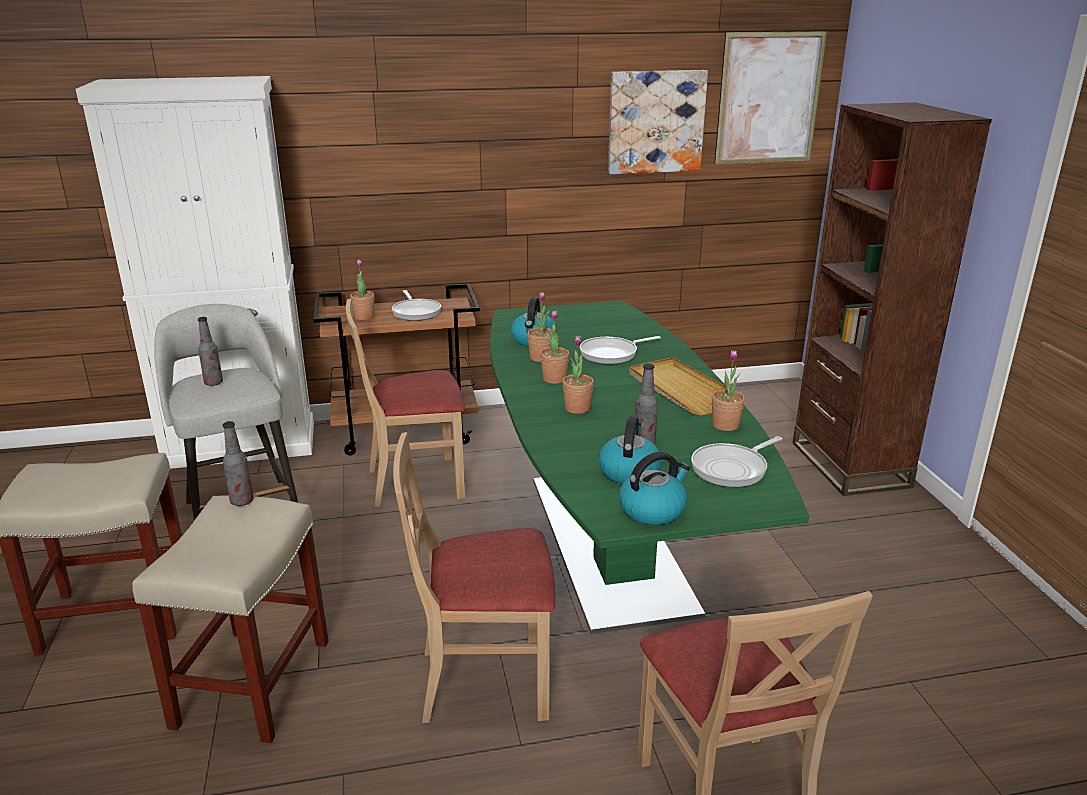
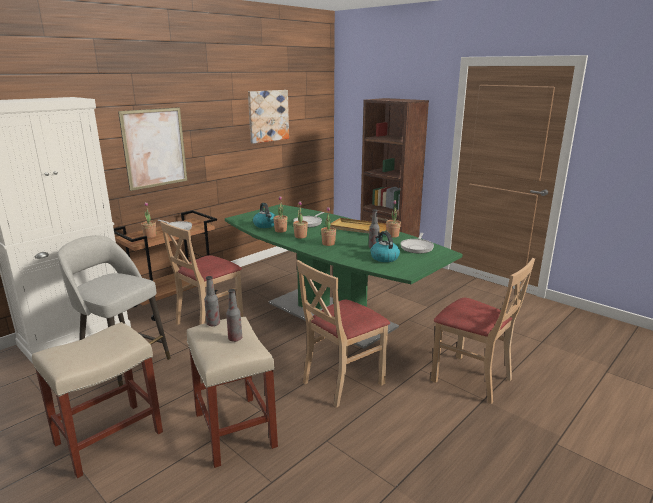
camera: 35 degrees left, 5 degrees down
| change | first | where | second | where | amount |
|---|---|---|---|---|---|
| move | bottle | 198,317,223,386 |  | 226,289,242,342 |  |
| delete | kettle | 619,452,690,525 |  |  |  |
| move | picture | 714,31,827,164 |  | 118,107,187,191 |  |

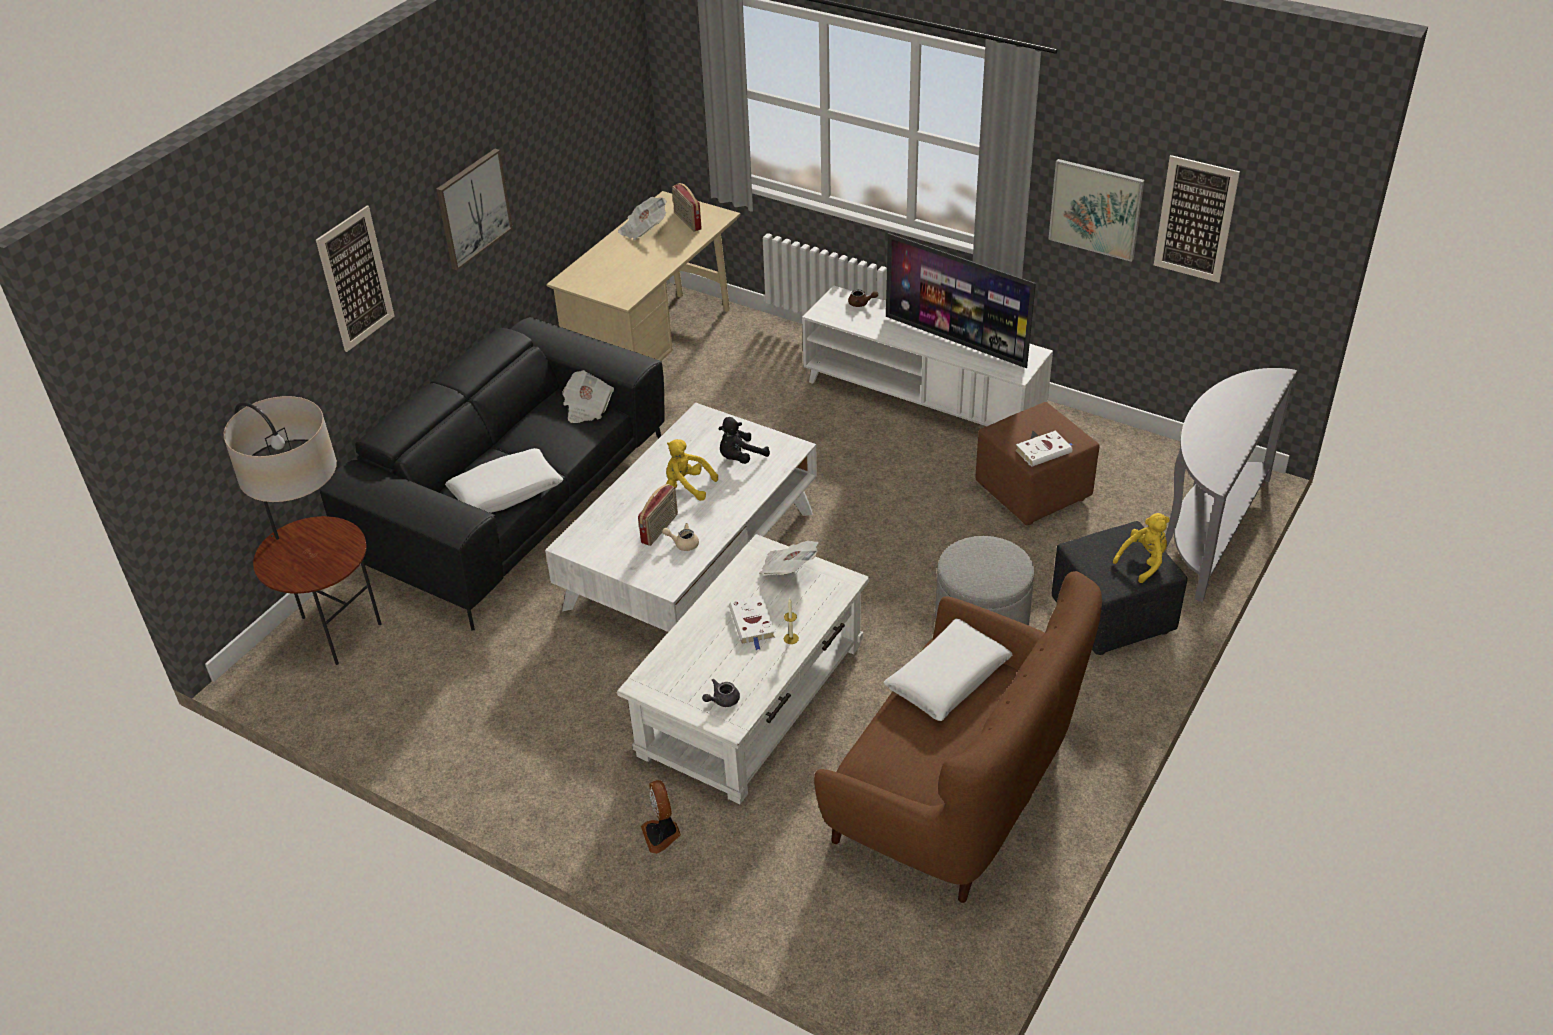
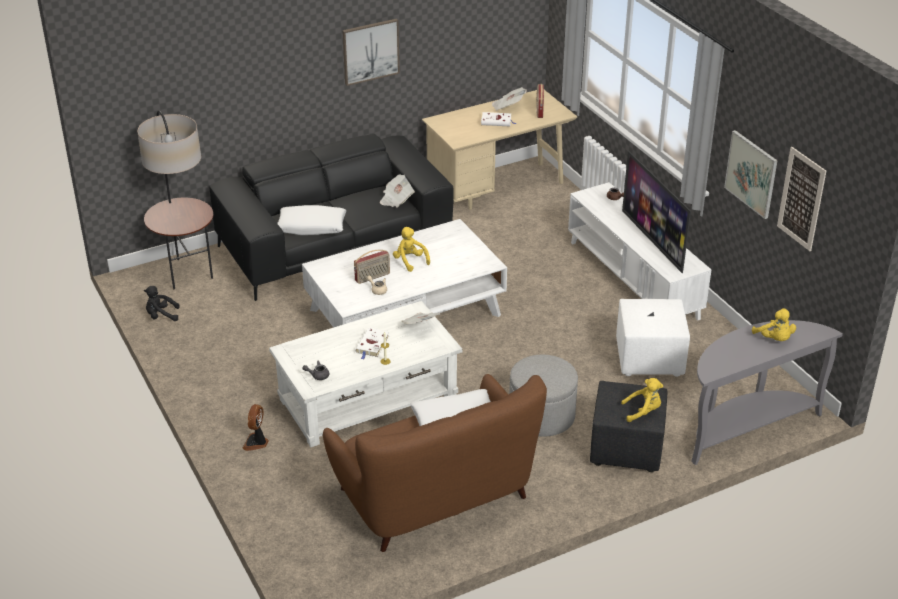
camera: 30 degrees right, 5 degrees down
| change | first | where | second | where | amount |
|---|---|---|---|---|---|
| delete | picture | 316,205,395,352 |  |  |  |
| move | plush toy (black) | 718,417,770,464 |  | 144,286,180,321 |  |
| recolor | ottoman (brown) | 976,402,1100,525 | ottoman (white) | 616,299,690,377 |  |
| move | book (white) | 1016,431,1073,467 |  | 481,112,516,126 |  |
| insert |  |  | plush toy (yellow) | 752,308,796,341 |  |

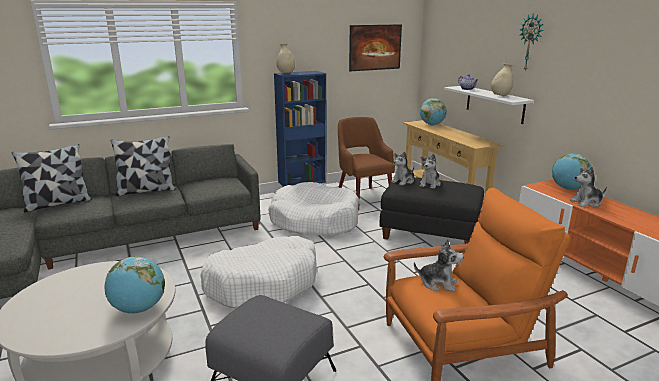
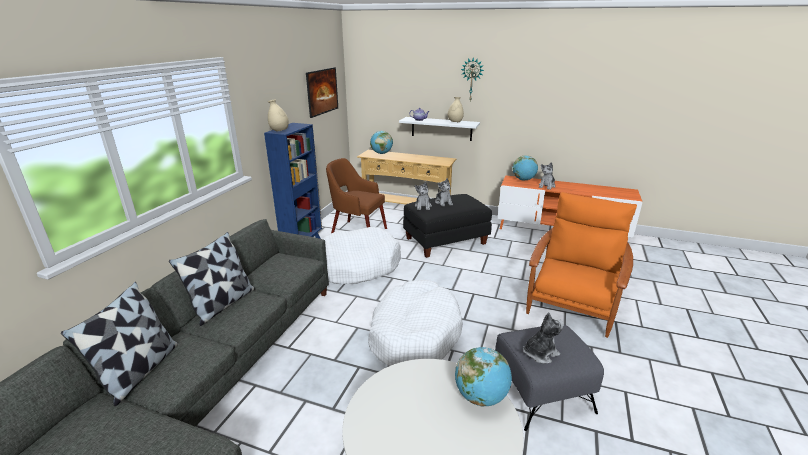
camera: 45 degrees left, 5 degrees up
| change | first | where | second | where | amount |
|---|---|---|---|---|---|
| move | plush toy | 414,239,464,292 |  | 523,312,564,364 |  |

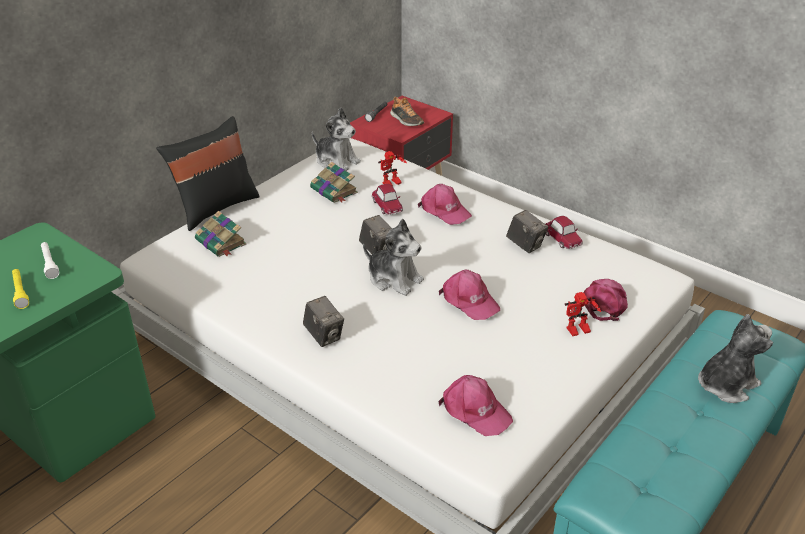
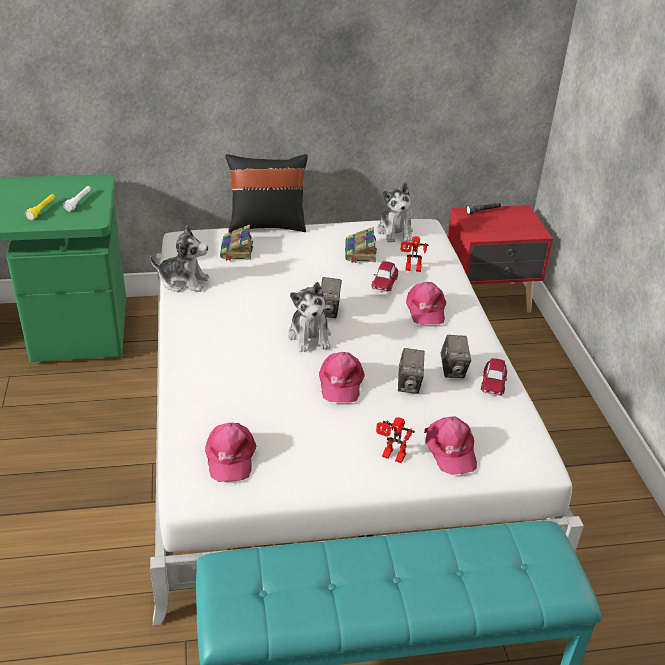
camera: 40 degrees right, 0 degrees up
| change | first | where | second | where | amount |
|---|---|---|---|---|---|
| move | photo camera | 303,296,344,347 |  | 398,348,425,394 |  |
| delete | shoe | 390,97,424,126 |  |  |  |
| rotate | cap (pink) | 583,279,628,321 |  | 424,417,477,475 | 105 degrees clockwise |
| move | plush toy | 698,314,773,403 |  | 150,225,209,292 |  |

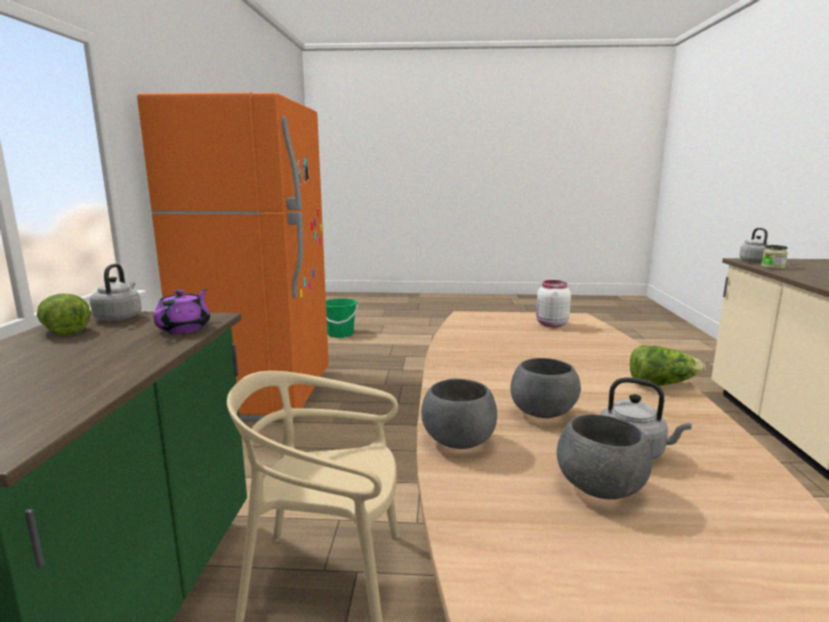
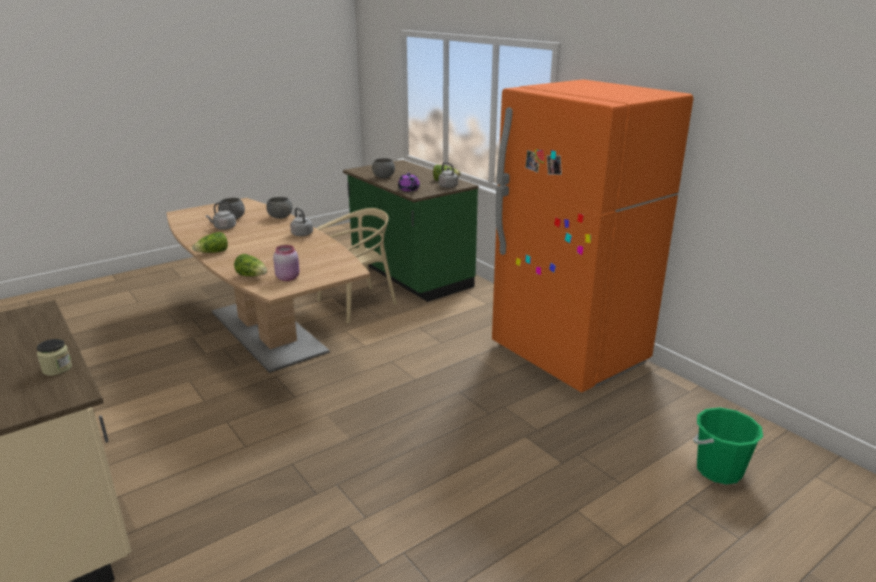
camera: 140 degrees right, 10 degrees up
| change | first | where | second | where | amount |
|---|---|---|---|---|---|
| move | bowl (grey) | 510,358,581,418 |  | 372,158,395,178 |  |
| recolor | jar (white) | 536,280,571,327 | jar (pink) | 273,245,300,281 |  |
| move | kettle (grey) | 739,228,768,263 |  | 290,208,313,236 |  |
| insert |  |  | lettuce | 234,254,267,276 |  |

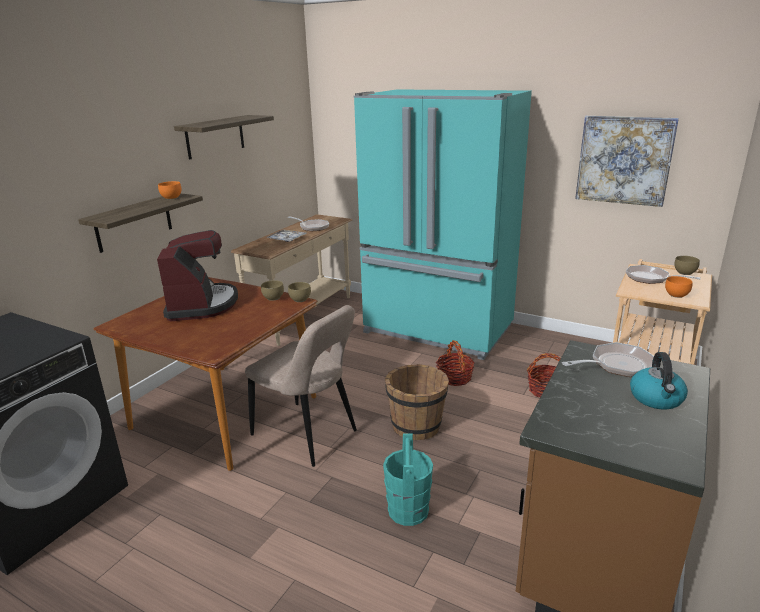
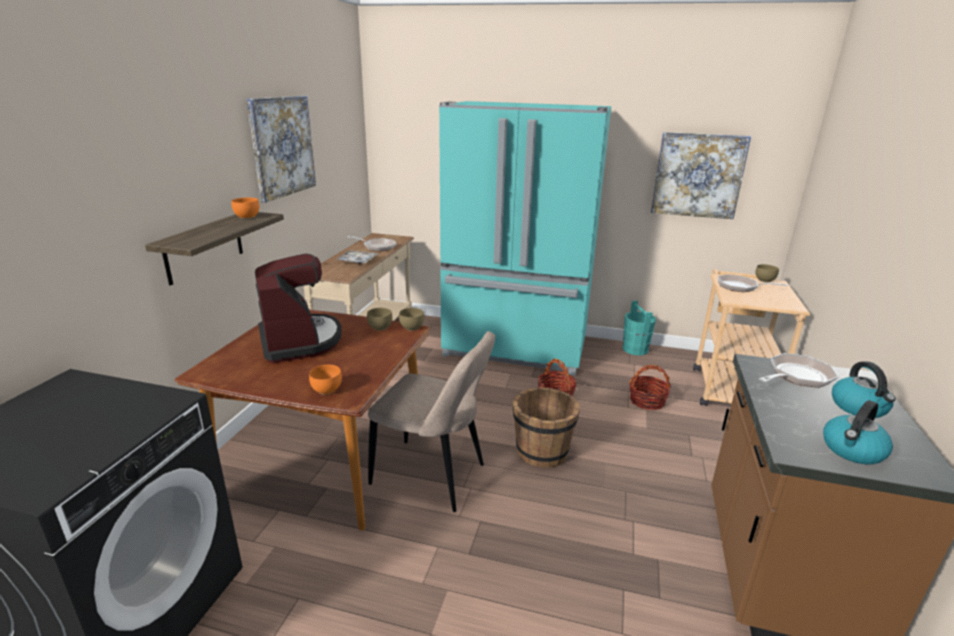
camera: 15 degrees left, 0 degrees up
| change | first | where | second | where | amount |
|---|---|---|---|---|---|
| replace | shelf | 174,115,274,160 | picture | 246,96,316,203 |  |
| move | bucket (turquoise) | 383,433,433,526 |  | 622,301,656,356 |  |
| move | bowl (orange) | 665,276,693,298 |  | 309,365,342,395 |  |
| insert |  |  | kettle | 823,400,893,464 |  |

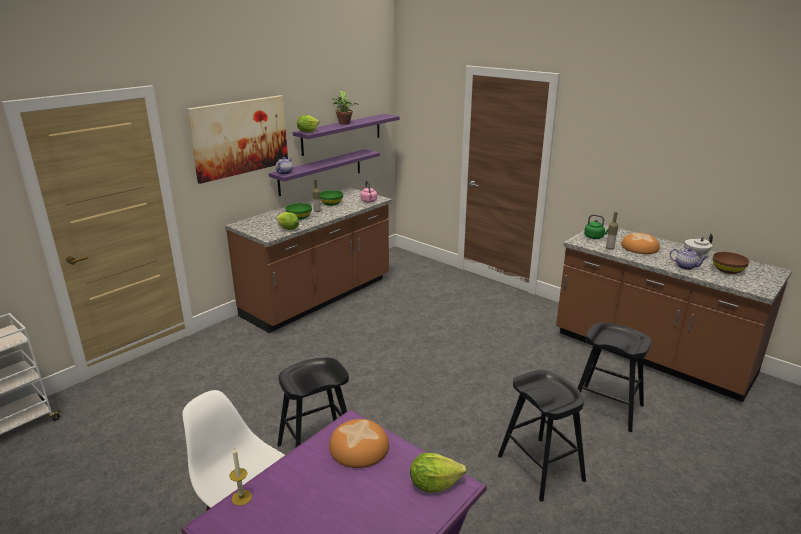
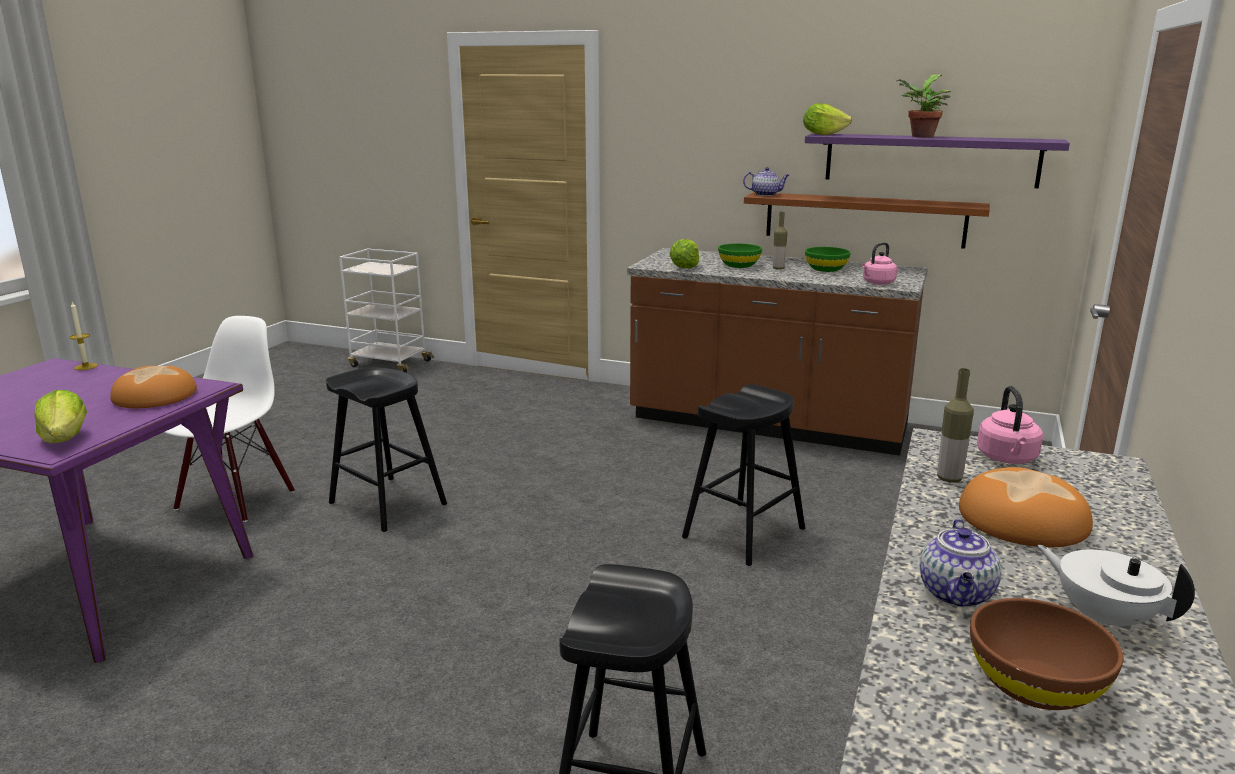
camera: 70 degrees right, 5 degrees down
| change | first | where | second | where | amount |
|---|---|---|---|---|---|
| delete | picture | 187,95,288,184 |  |  |  |
| recolor | shelf (purple) | 269,149,380,196 | shelf (brown) | 744,192,990,249 |  |
| move | stool (black) | 498,370,586,502 |  | 682,384,805,566 |  |
| recolor | kettle (green) | 584,214,609,239 | kettle (pink) | 977,386,1043,464 |  |

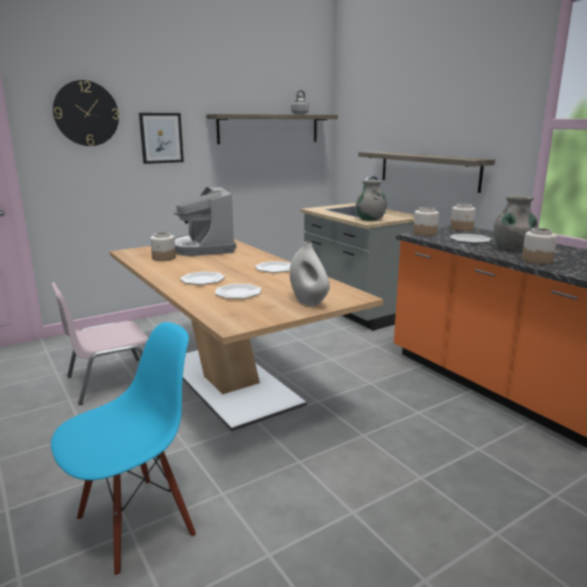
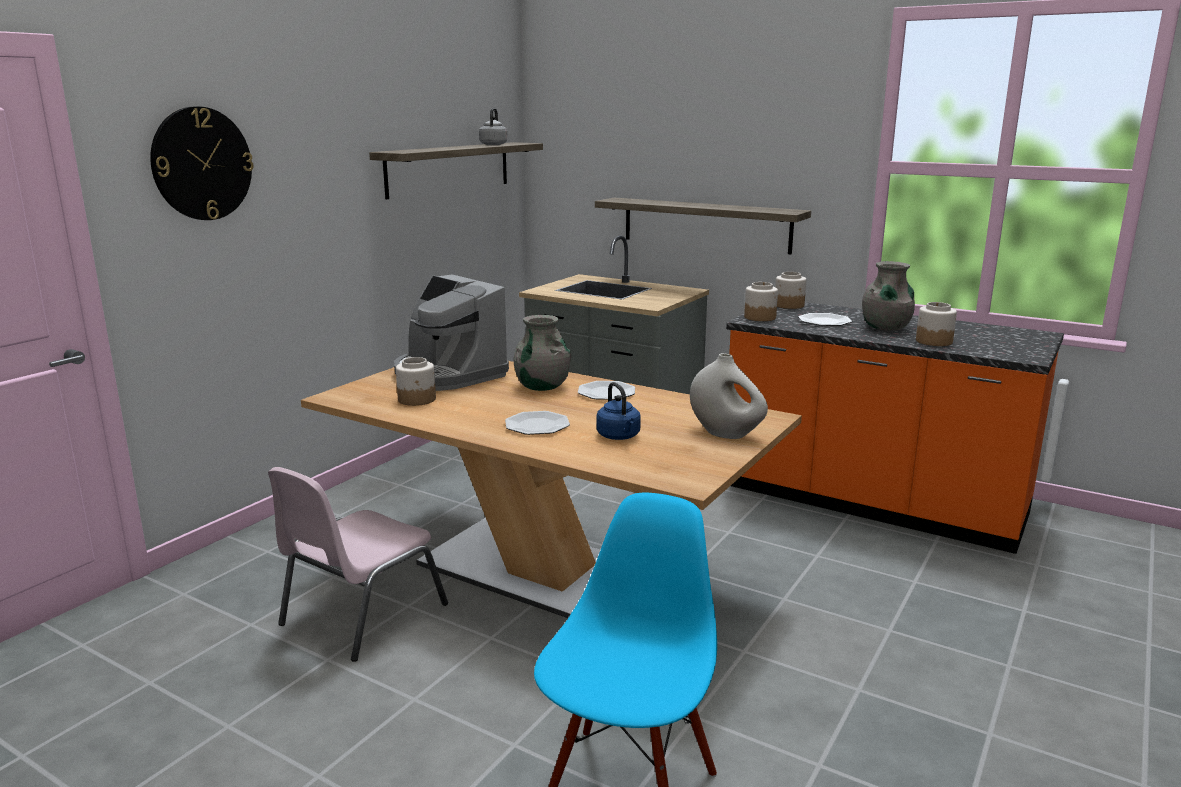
camera: 25 degrees left, 0 degrees up
| change | first | where | second | where | amount |
|---|---|---|---|---|---|
| delete | picture | 139,113,184,164 |  |  |  |
| replace | plate | 215,284,261,299 | kettle (blue) | 596,382,641,440 |  |
| move | vase (grey) | 355,180,387,221 |  | 513,315,571,391 |  |

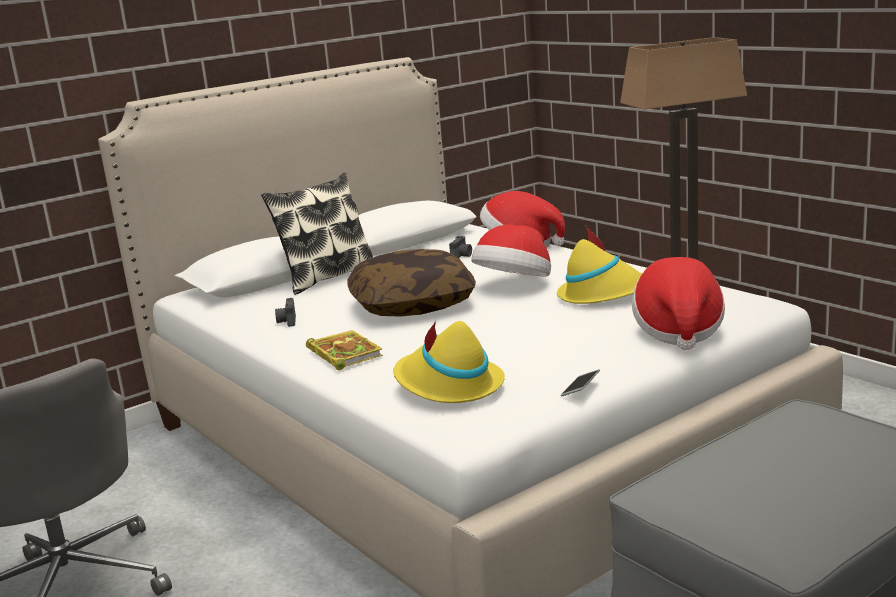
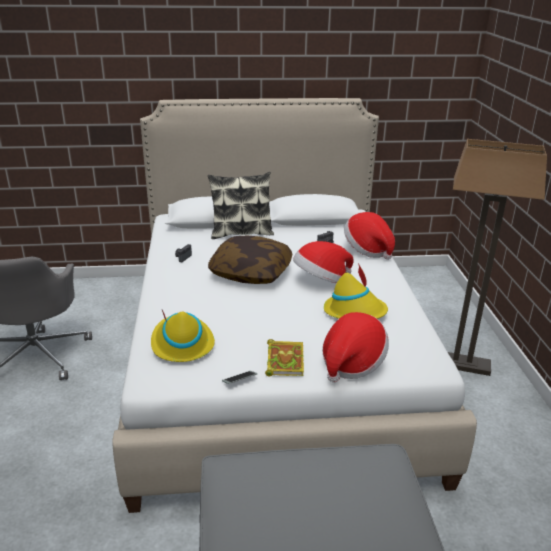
camera: 30 degrees right, 10 degrees up
| change | first | where | second | where | amount |
|---|---|---|---|---|---|
| move | book | 306,330,383,370 |  | 265,339,304,376 |  |

